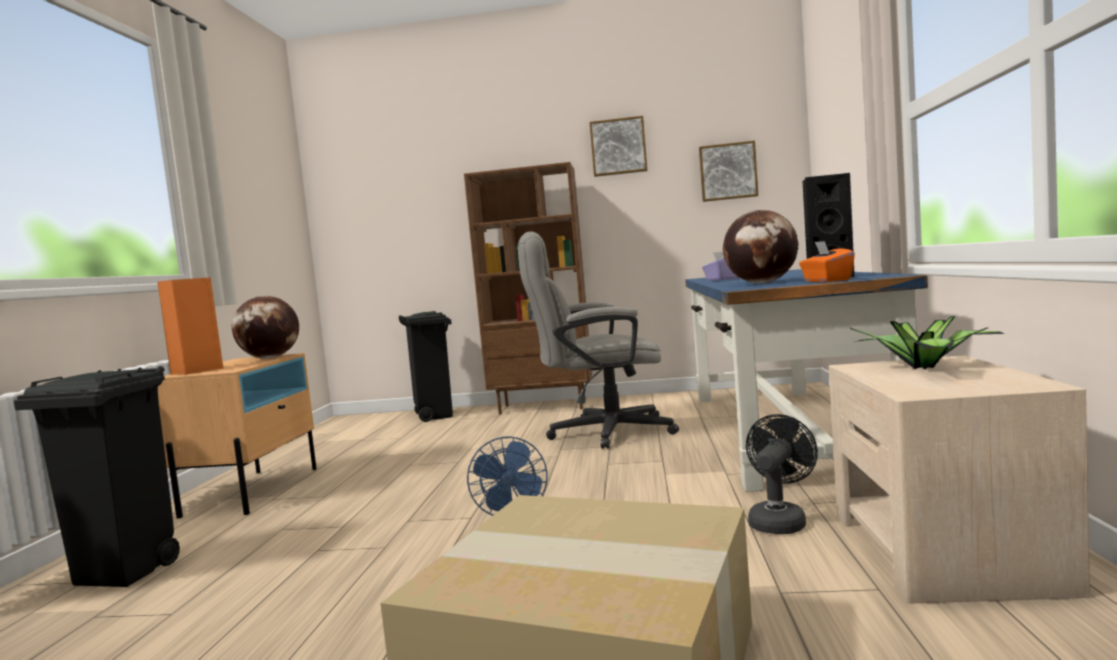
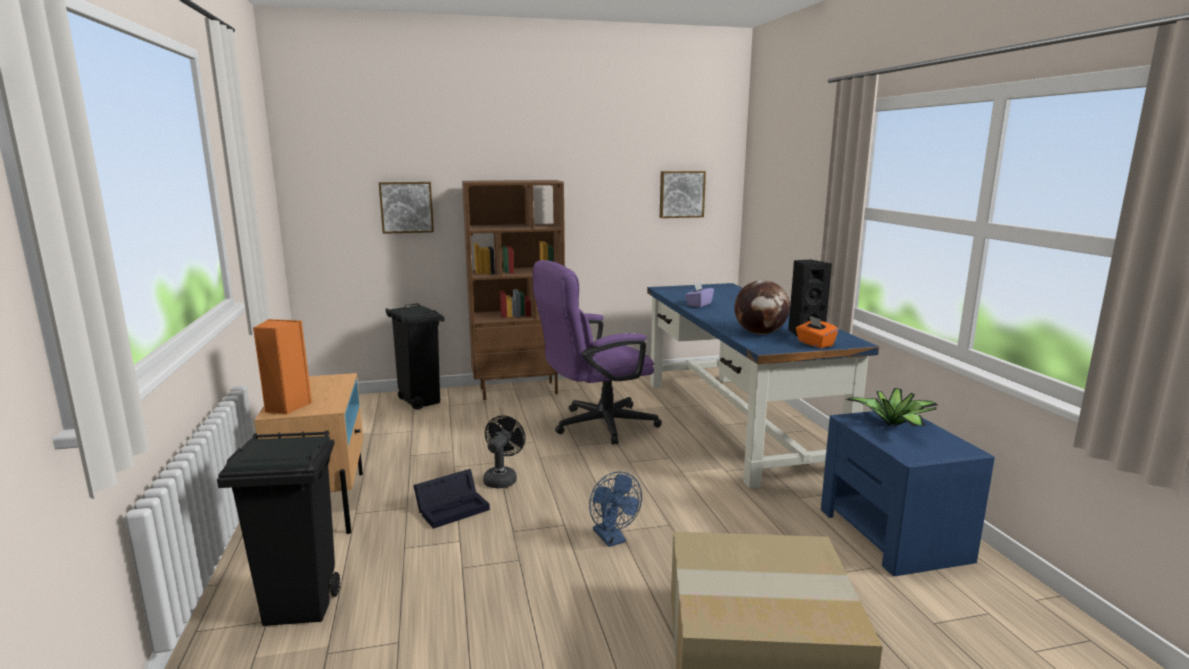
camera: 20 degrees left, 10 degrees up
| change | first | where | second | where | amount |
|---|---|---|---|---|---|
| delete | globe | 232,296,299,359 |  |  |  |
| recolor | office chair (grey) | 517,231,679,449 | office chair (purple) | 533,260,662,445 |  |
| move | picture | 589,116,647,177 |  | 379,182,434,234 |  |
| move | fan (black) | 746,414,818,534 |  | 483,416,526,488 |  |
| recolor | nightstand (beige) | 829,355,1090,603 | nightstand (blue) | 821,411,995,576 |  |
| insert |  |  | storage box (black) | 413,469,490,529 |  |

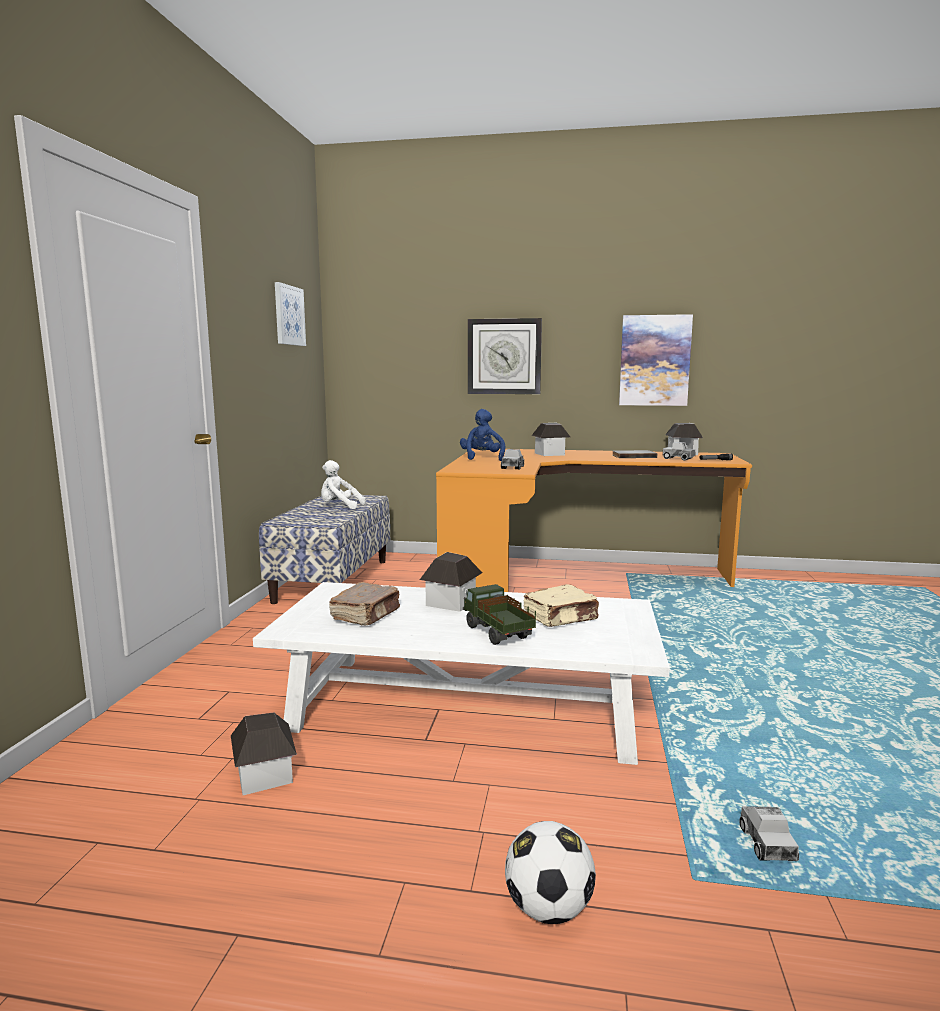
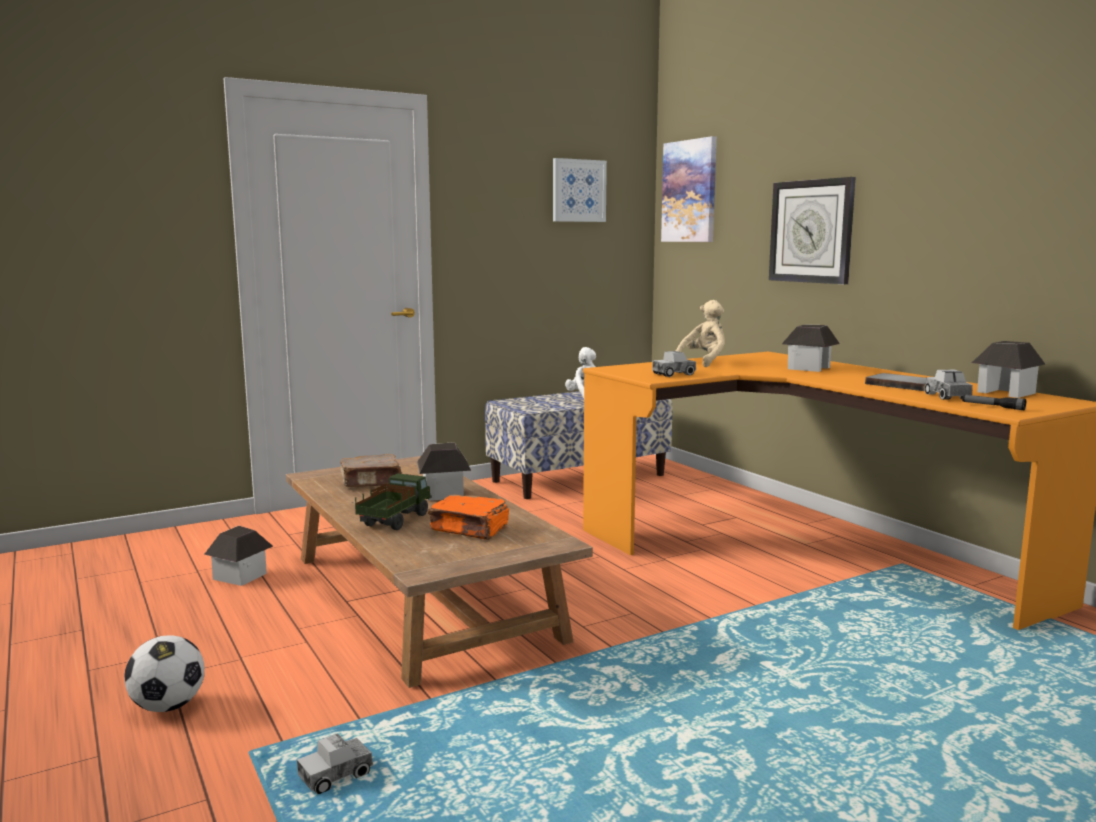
camera: 50 degrees right, 0 degrees up
| change | first | where | second | where | amount |
|---|---|---|---|---|---|
| recolor | coffee table (white) | 253,582,670,765 | coffee table (brown) | 286,456,593,688 |  |
| recolor | plush toy (blue) | 460,409,505,461 | plush toy (beige) | 676,300,725,367 |  |
| recolor | book (beige) | 523,584,600,627 | book (orange) | 427,494,509,540 |  |
| move | picture | 619,314,693,406 |  | 661,136,717,242 |  |

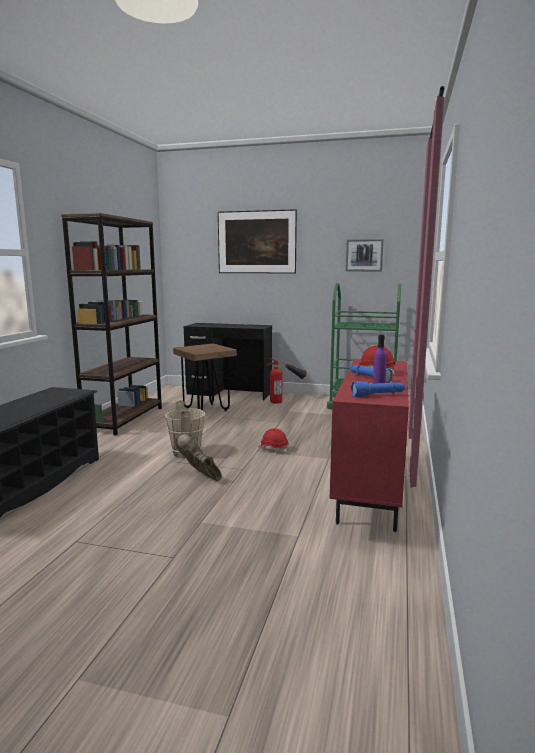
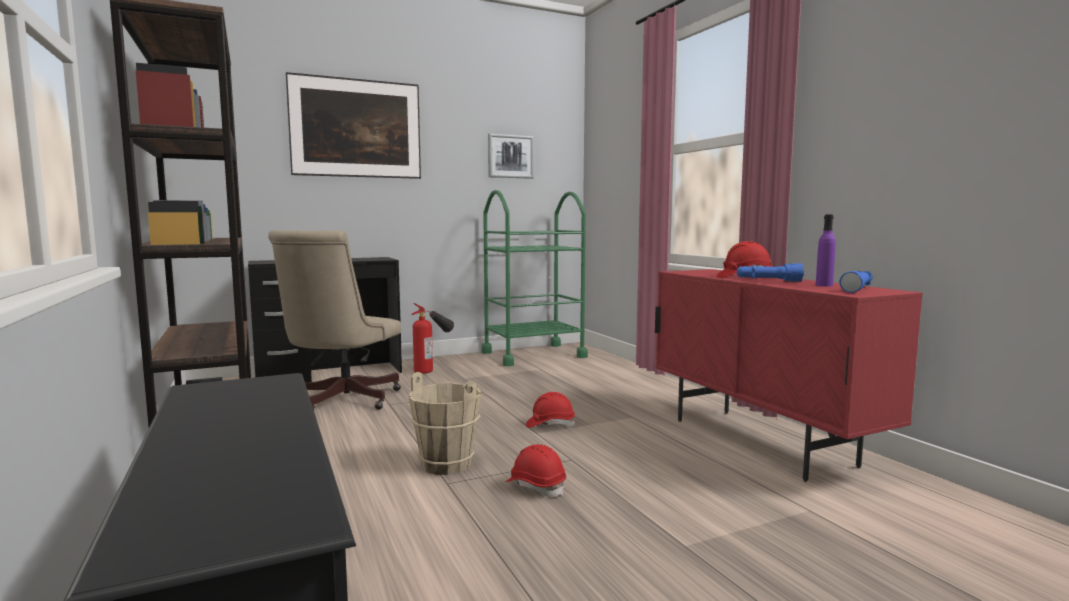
camera: 40 degrees left, 5 degrees down
| change | first | where | second | where | amount |
|---|---|---|---|---|---|
| replace | stool (brown) | 173,344,237,411 | office chair (beige) | 268,230,401,410 |  |
| replace | boot (brown) | 175,433,222,481 | hard hat (red) | 506,444,566,497 |  |

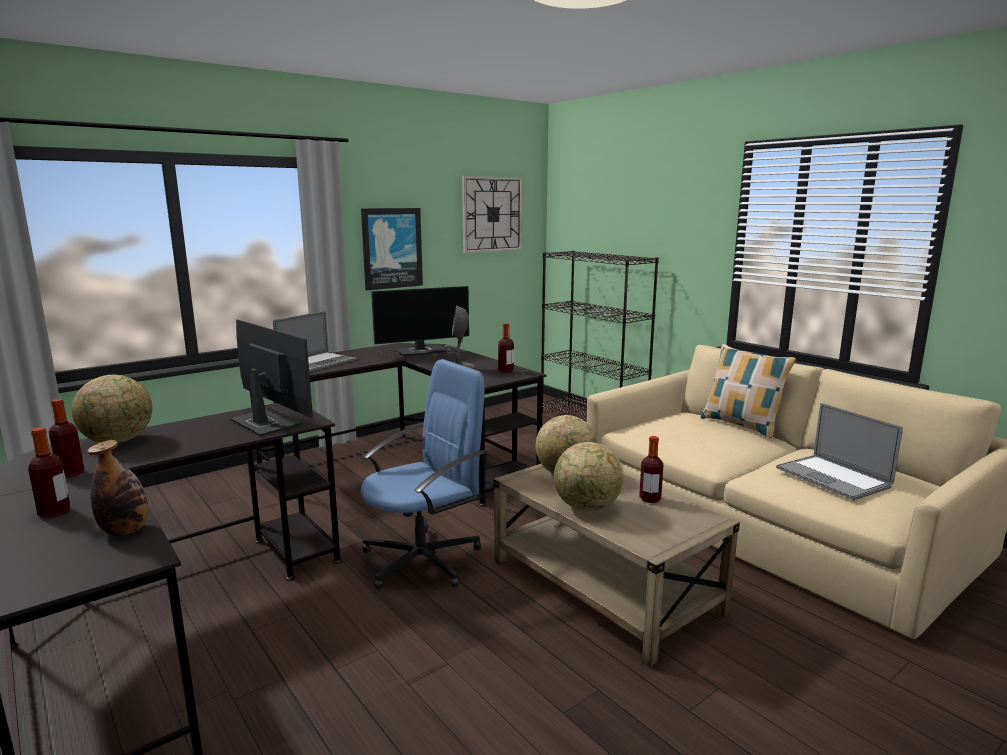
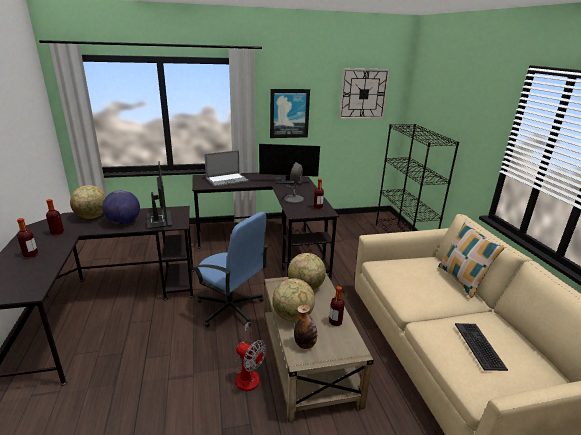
camera: 25 degrees right, 10 degrees up
| change | first | where | second | where | amount |
|---|---|---|---|---|---|
| move | bottle | 87,440,149,536 |  | 294,304,317,349 |  |
| rotate | office chair (blue) | 360,359,489,590 |  | 193,212,268,327 | 45 degrees clockwise |
| replace | laptop | 776,403,903,500 | keyboard | 455,323,508,371 |  |
| insert |  |  | globe | 102,190,140,225 |  |
| insert |  |  | fan | 233,322,266,391 |  |

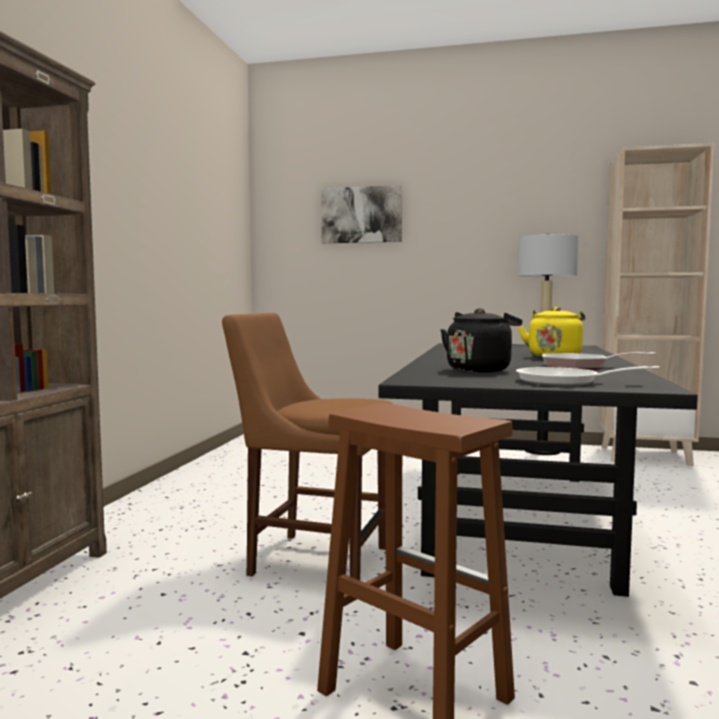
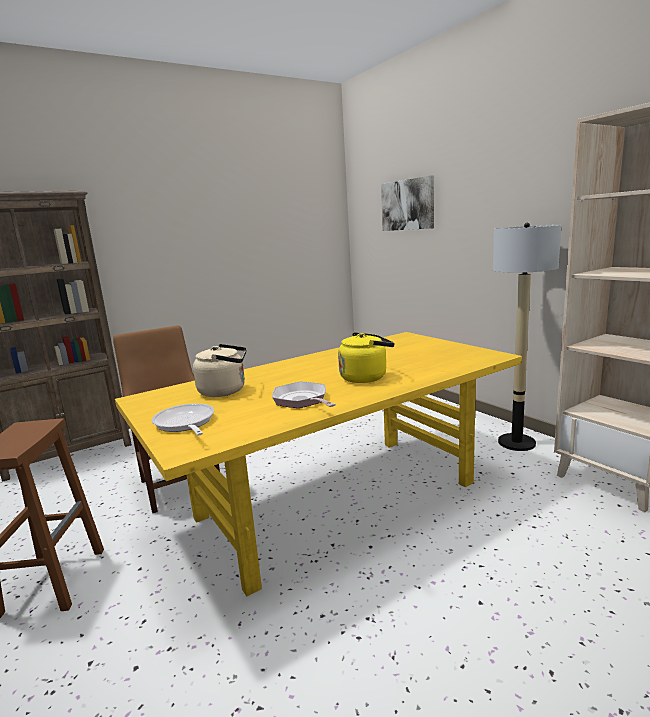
camera: 45 degrees right, 10 degrees up
| change | first | where | second | where | amount |
|---|---|---|---|---|---|
| recolor | dining table (black) | 378,343,698,597 | dining table (yellow) | 115,332,522,596 |  |
| recolor | kettle (black) | 440,308,522,372 | kettle (beige) | 193,344,247,397 |  |

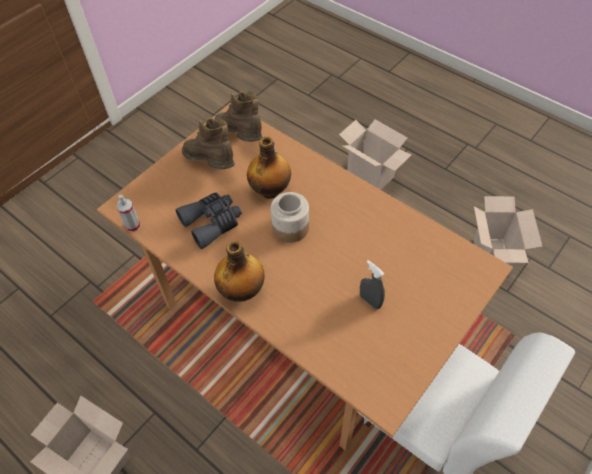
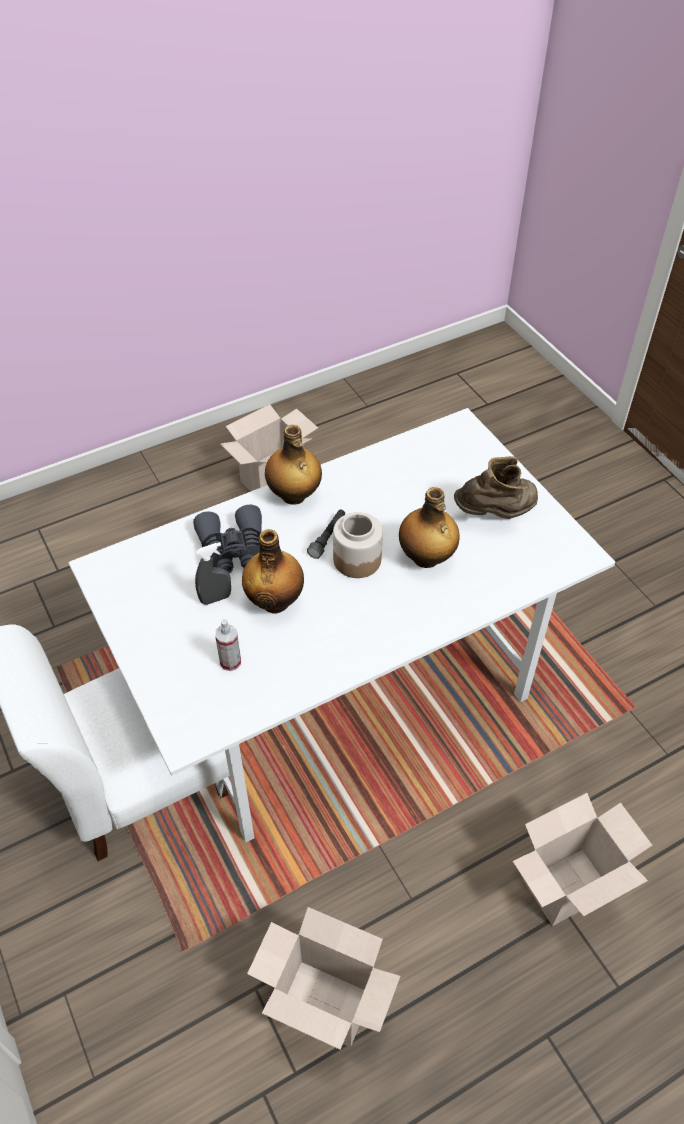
camera: 110 degrees right, 5 degrees down
| change | first | where | second | where | amount |
|---|---|---|---|---|---|
| recolor | dining table (brown) | 97,103,513,450 | dining table (white) | 68,408,615,842 |  |
| move | spray bottle | 116,195,141,232 |  | 215,619,241,671 |  |
| move | binoculars (grey) | 176,193,242,249 |  | 193,505,262,573 |  |
| delete | boot (brown) | 215,91,262,142 |  |  |  |
| insert |  |  | bottle | 242,529,304,613 |  |
| insert |  |  | flashlight (grey) | 307,509,345,559 |  |

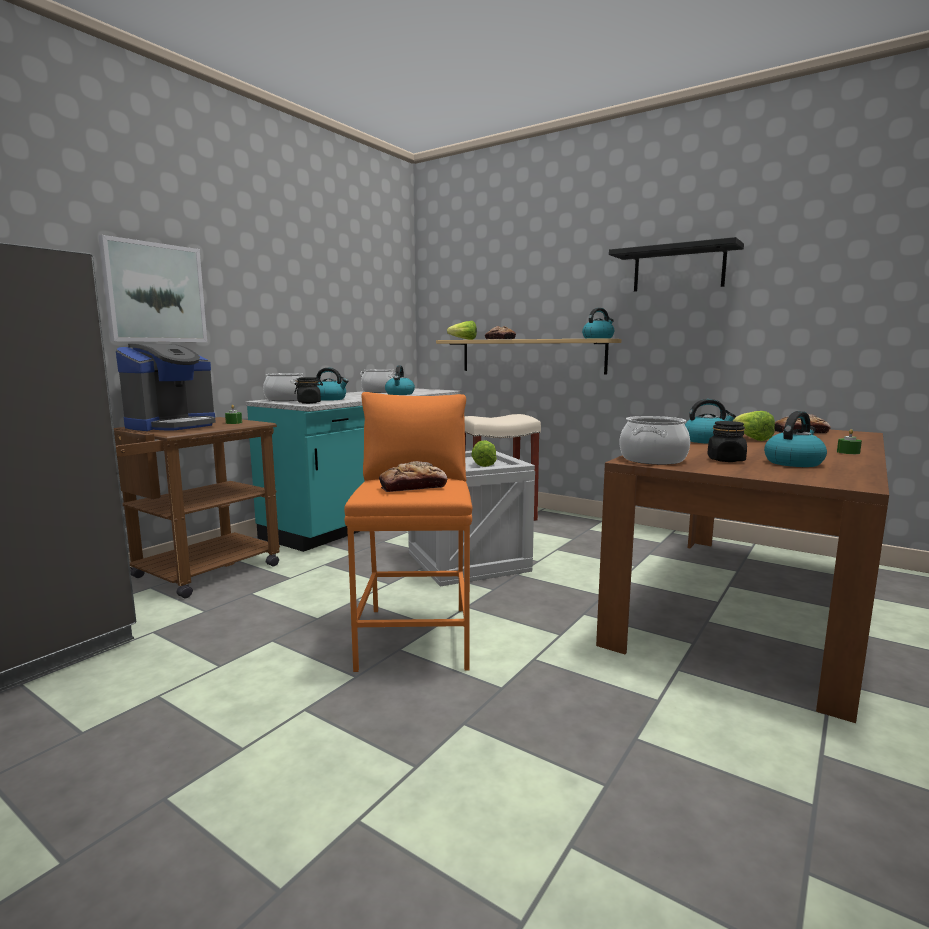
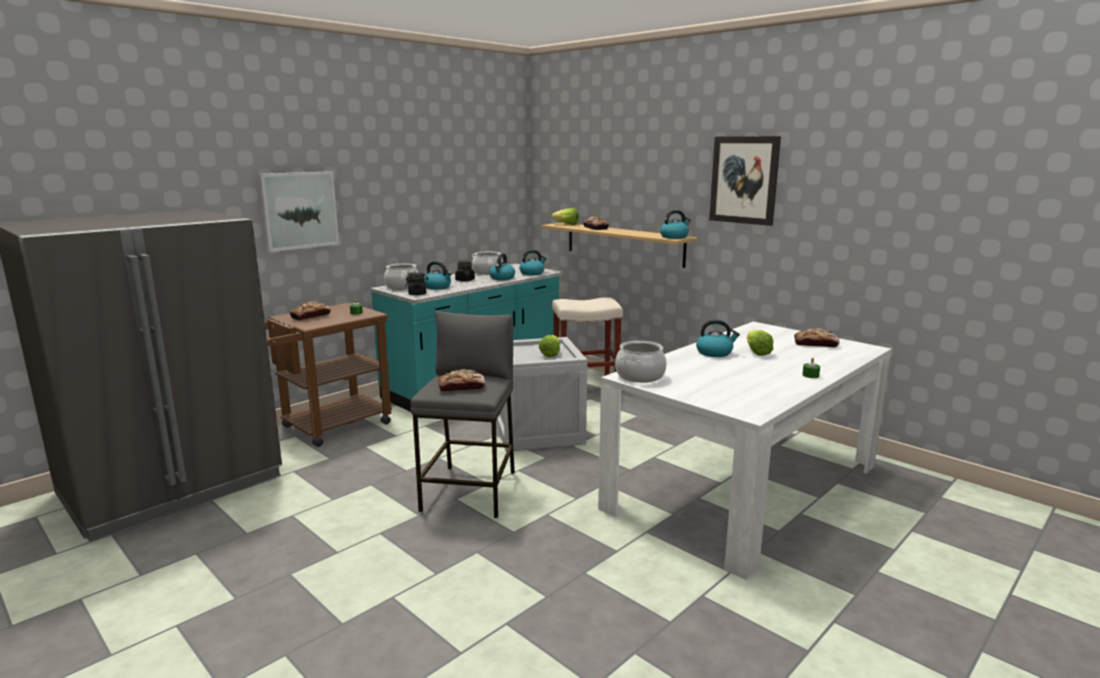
camera: 10 degrees right, 5 degrees up
| change | first | where | second | where | amount |
|---|---|---|---|---|---|
| replace | coffee machine | 115,344,216,431 | bread | 290,301,331,320 |  |
| recolor | stool (orange) | 344,392,472,672 | stool (grey) | 410,311,515,518 |  |
| recolor | dining table (brown) | 596,430,889,723 | dining table (white) | 598,322,892,580 |  |
| replace | shelf (black) | 609,237,744,292 | picture | 709,136,781,226 |  |
| move | jar (black) | 707,421,747,462 |  | 455,261,475,281 |  |
| move | kettle | 764,411,827,467 |  | 519,250,547,275 |  |

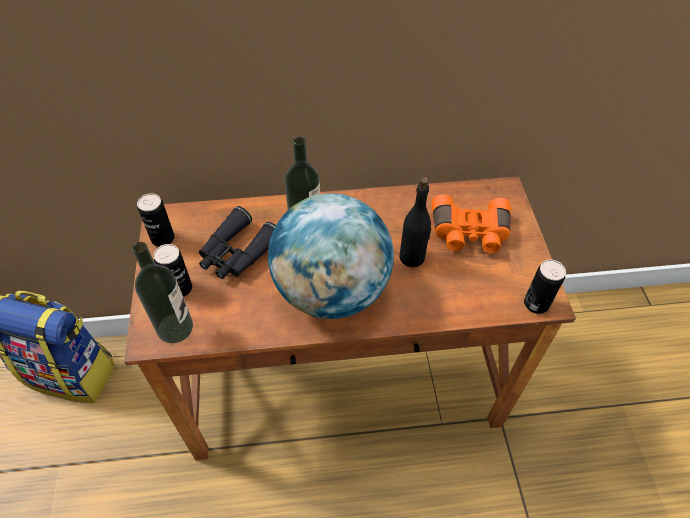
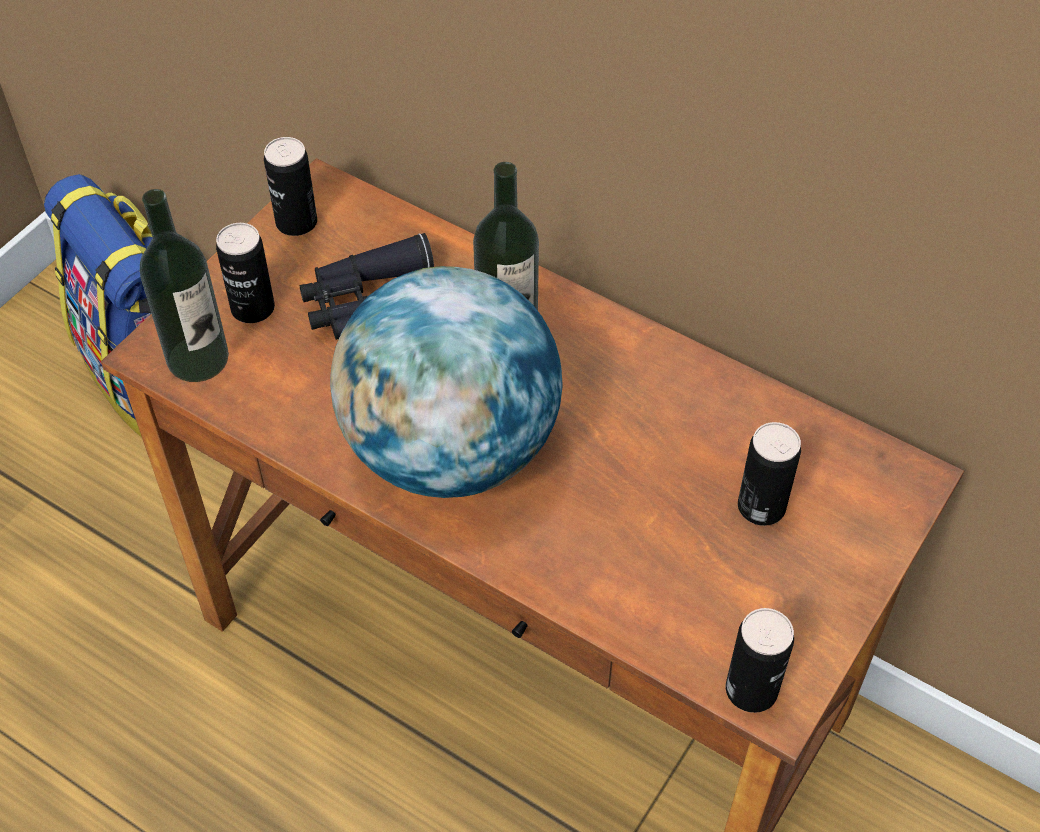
camera: 40 degrees right, 0 degrees up
| change | first | where | second | where | amount |
|---|---|---|---|---|---|
| delete | bottle (black) | 399,177,431,267 |  |  |  |
| replace | binoculars (orange) | 432,194,511,253 | can | 738,422,801,526 |  |

